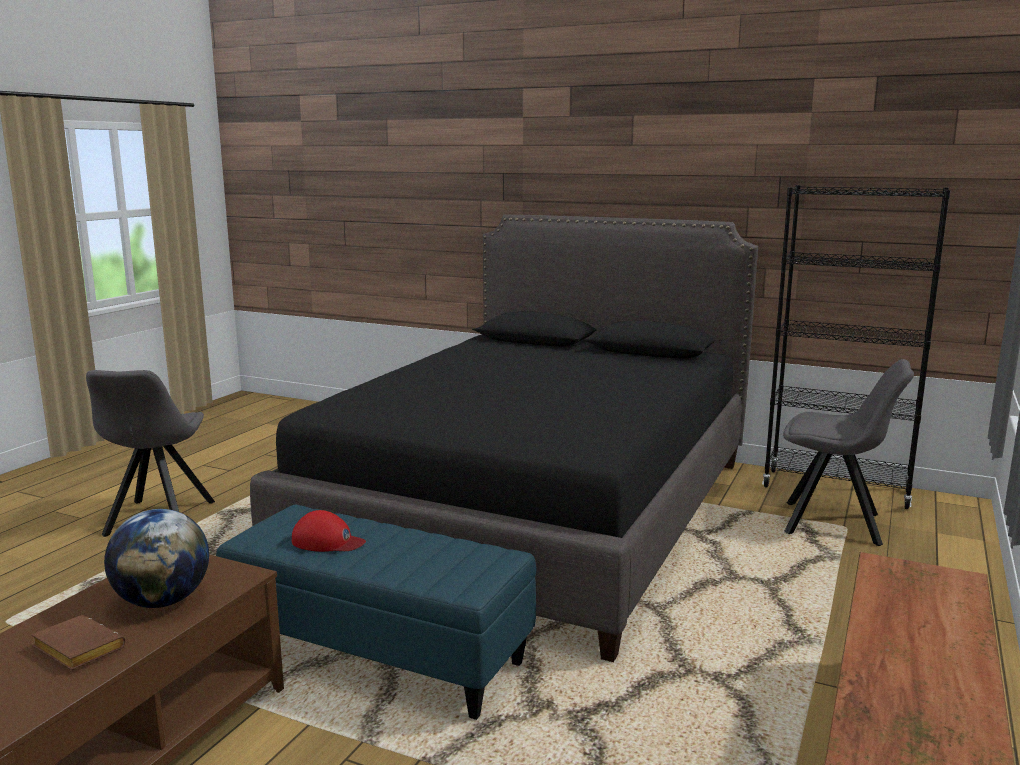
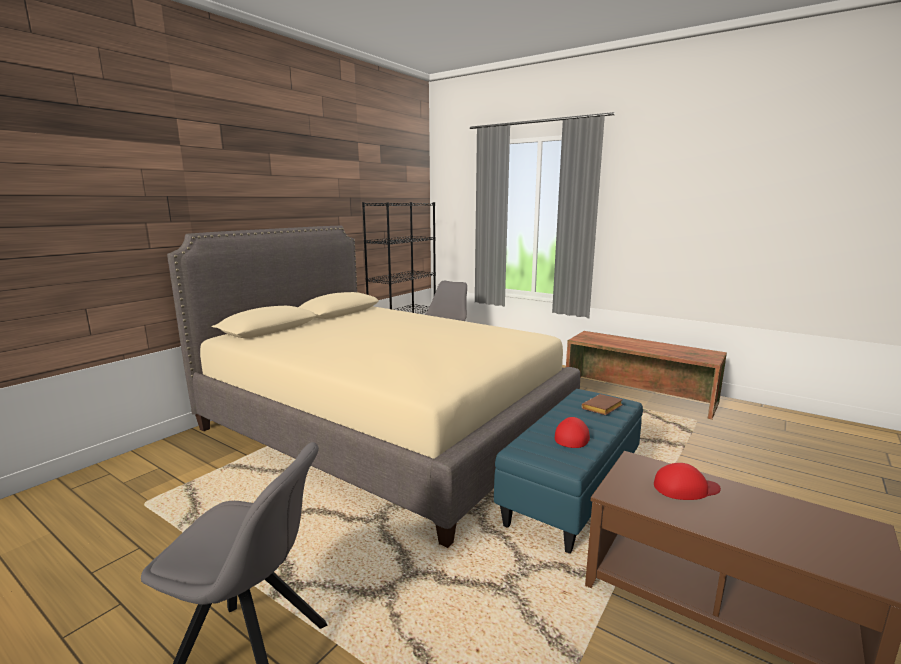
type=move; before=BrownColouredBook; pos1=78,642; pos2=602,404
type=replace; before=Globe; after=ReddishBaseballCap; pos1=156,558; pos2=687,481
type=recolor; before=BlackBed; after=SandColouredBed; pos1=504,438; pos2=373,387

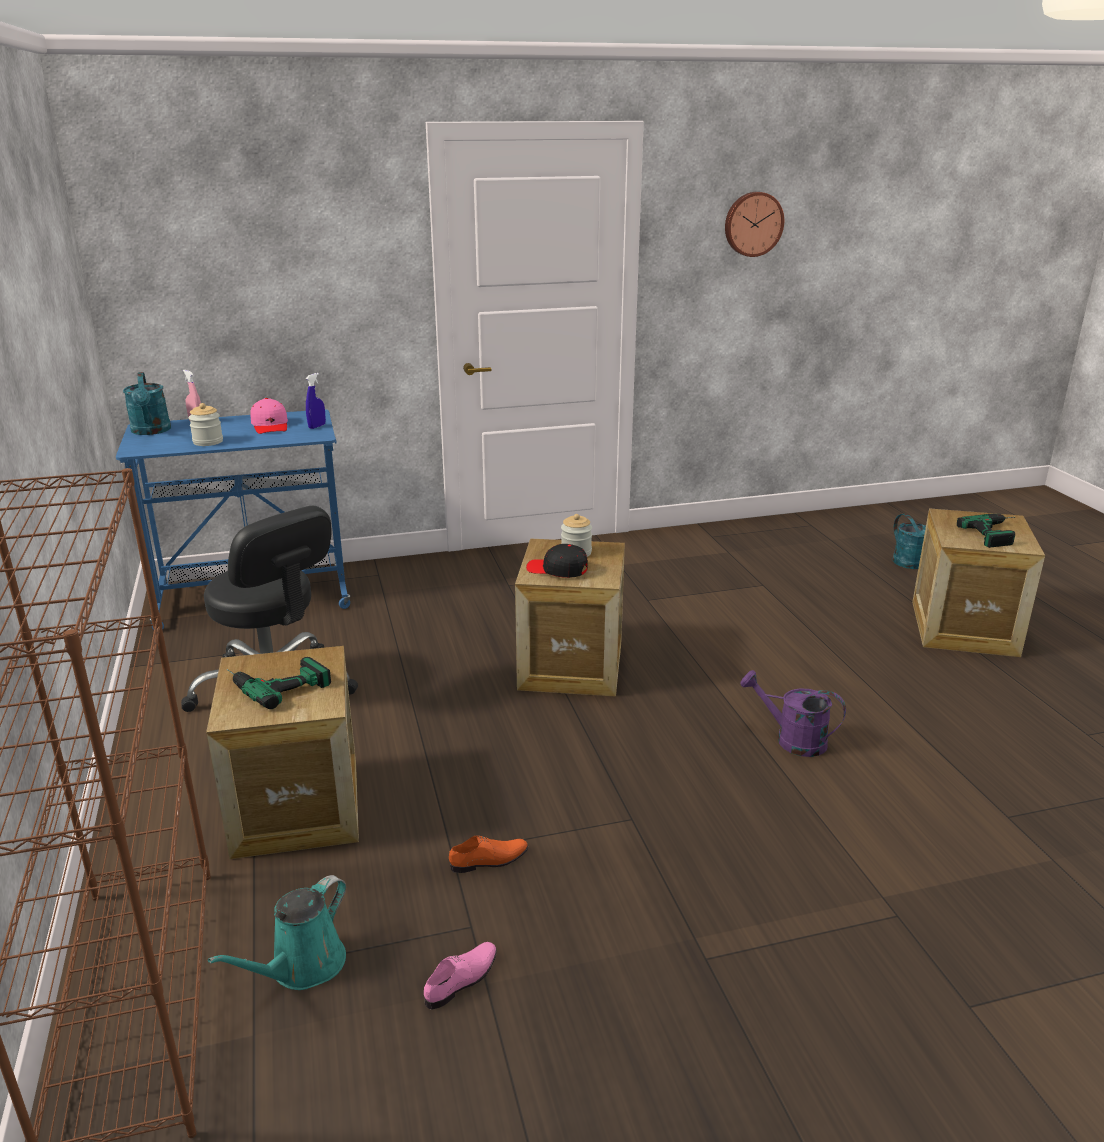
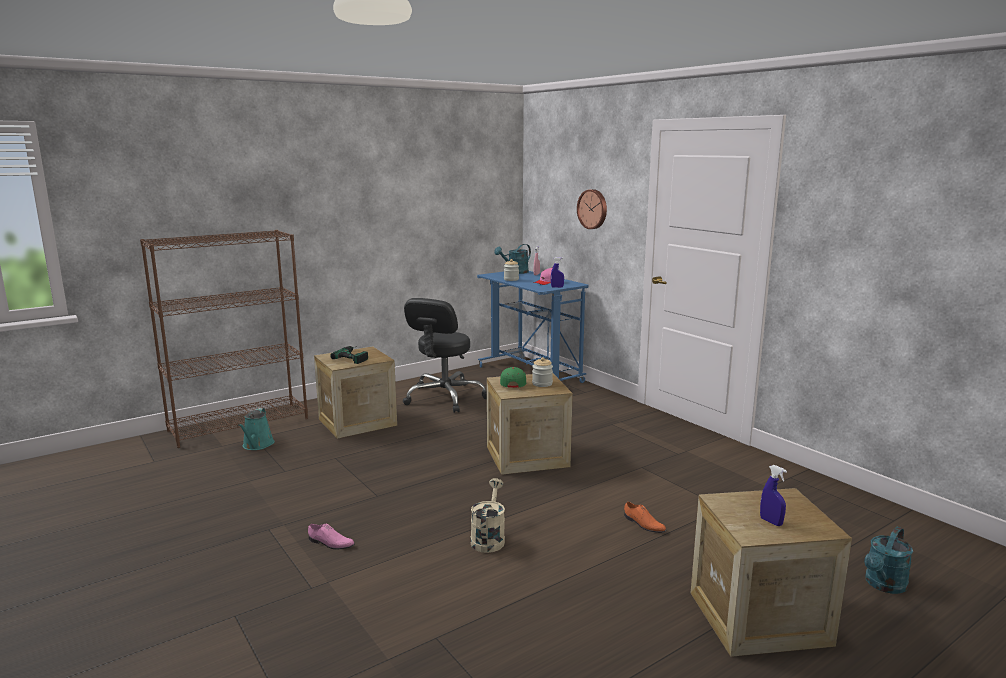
type=move; before=PinkishItemOfFootwear; pos1=460,976; pos2=331,536
type=move; before=OrangeItemOfFootwear; pos1=488,854; pos2=645,517
type=move; before=HangingClock; pos1=754,224; pos2=592,209
type=replace; before=Drill; after=BlueSprayer; pos1=986,531; pos2=773,495
type=recolor; before=BlackBaseballCap; after=GreenBaseballCap; pos1=557,561; pos2=513,377
type=recolor; before=PurplishSprinklingCan; after=SandColouredSprinklingCan; pos1=793,713; pos2=487,515
type=rotate; before=BlueGreenSprinklingCan; pos1=277,932; pos2=256,429; turn=-105

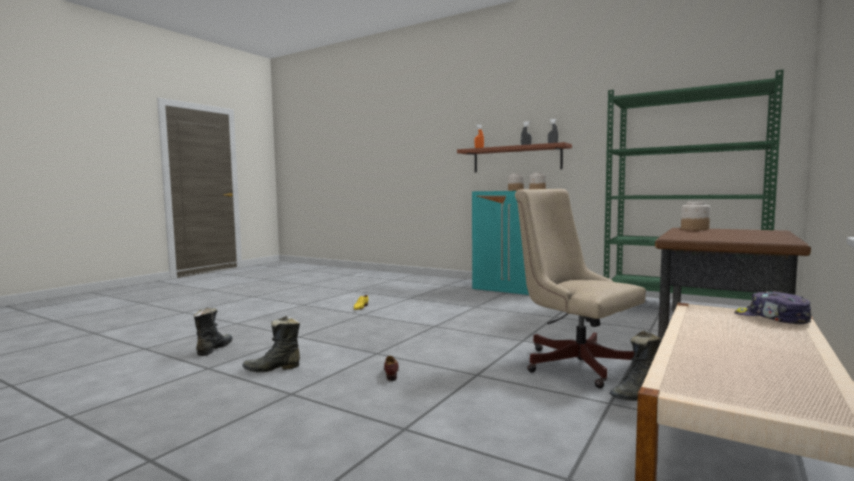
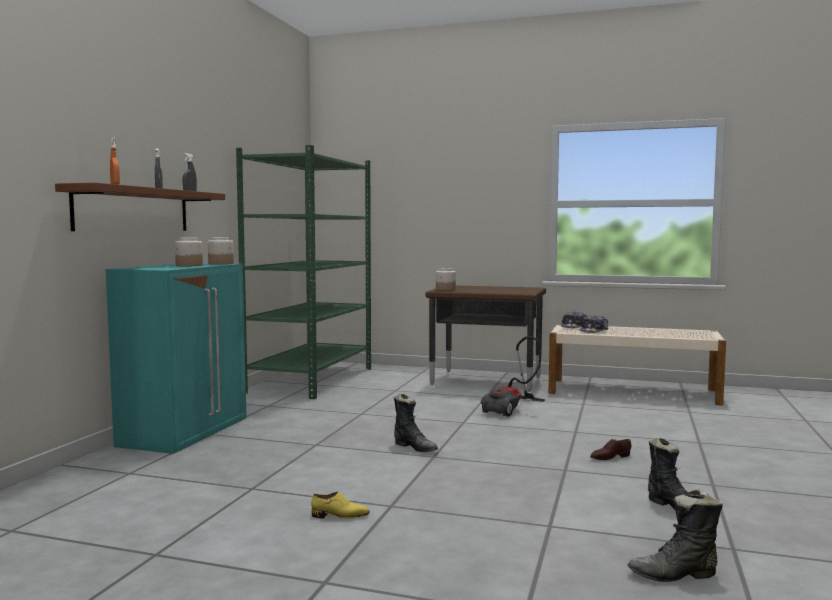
type=insert; after=BaseballCap; pos2=594,324
type=move; before=BlackBoot; pos1=634,365; pos2=415,423
type=replace; before=SandColouredOfficeChair; after=VacuumCleaner; pos1=580,288; pos2=513,376

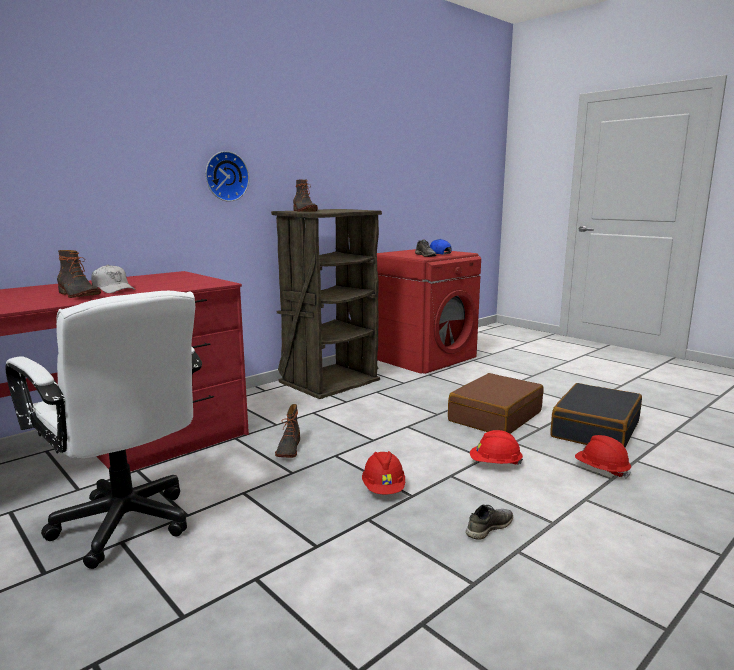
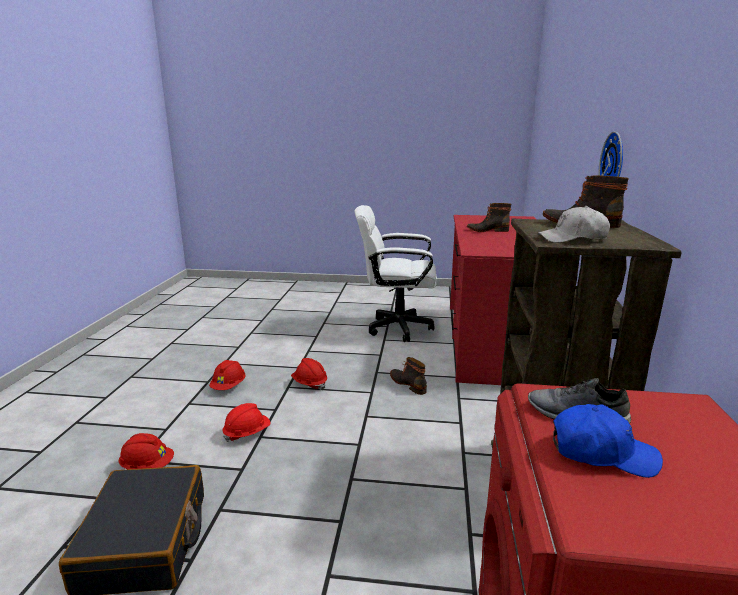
type=delete; before=BrownColouredPieceOfLuggage; pos1=495,403
type=move; before=WhiteBaseballCap; pos1=114,278; pos2=574,224
type=replace; before=GrayItemOfFootwear; after=ReddishWorkHelmet; pos1=489,522; pos2=227,375

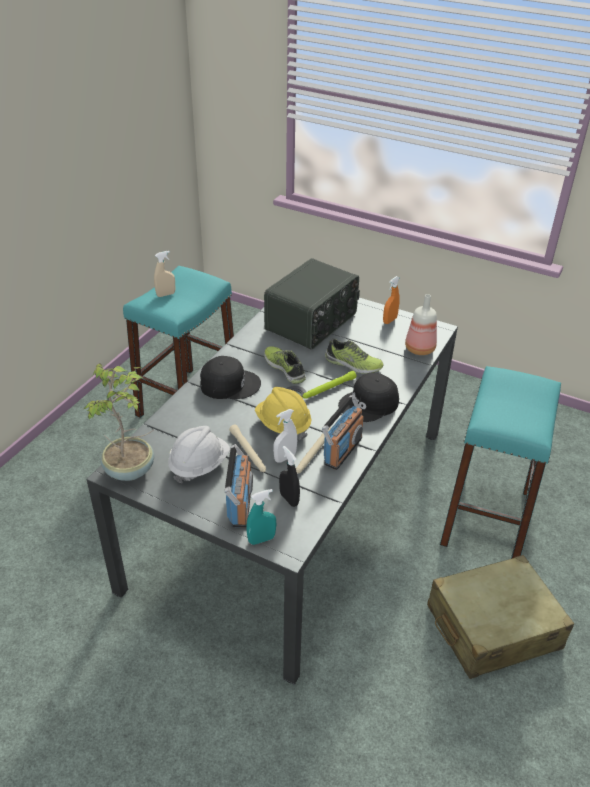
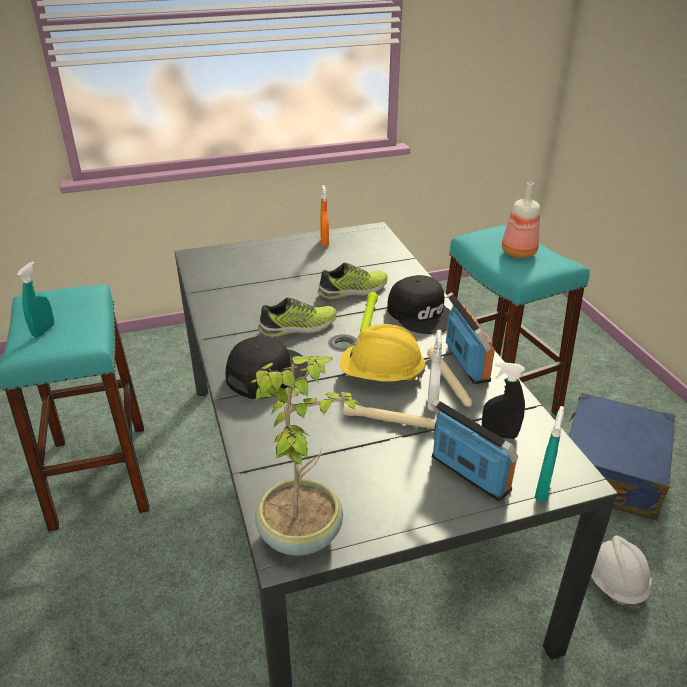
type=delete; before=RadioSet; pos1=312,304
type=move; before=WhiteWorkHelmet; pos1=199,455; pos2=621,573
type=move; before=Bottle; pos1=421,324; pos2=521,220
type=recolor; before=SandColouredSprayer; after=BlueGreenSprayer; pos1=164,274; pos2=35,299
type=recolor; before=SandColouredPieceOfLuggage; after=BluePieceOfLuggage; pos1=500,617; pos2=622,457
type=rotate; before=ItemOfFootwear; pos1=285,365; pos2=297,317; turn=150
type=rotate; before=BlackBaseballCap; pos1=368,397; pos2=419,304; turn=-45

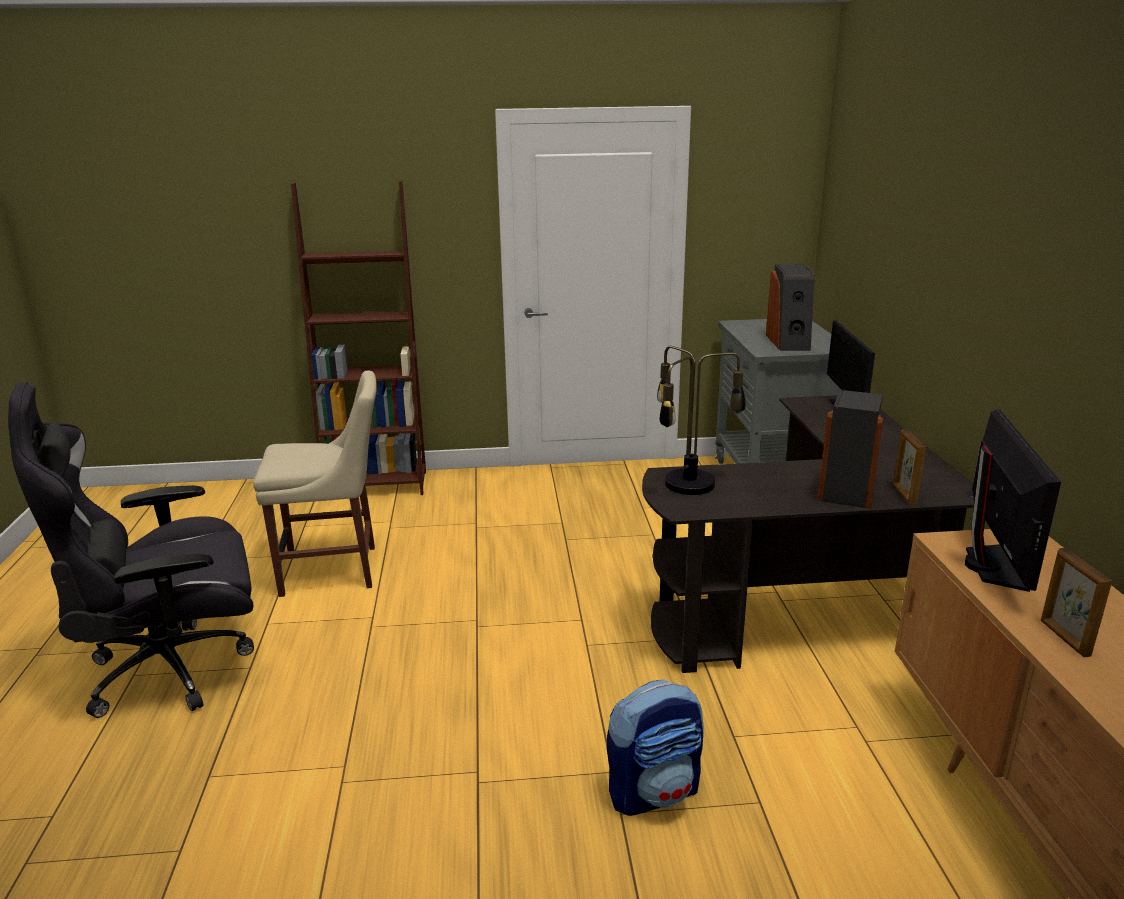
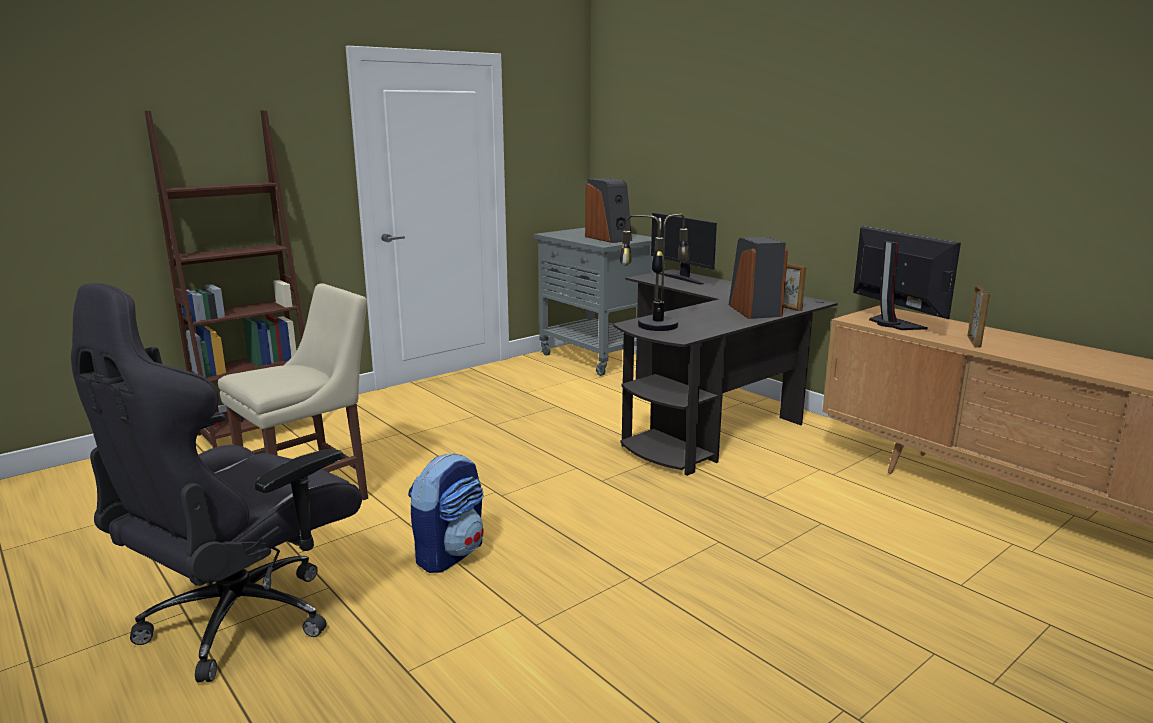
type=move; before=Knapsack; pos1=655,748; pos2=446,513
type=rotate; before=PictureFrame; pos1=1076,602; pos2=978,316; turn=-120

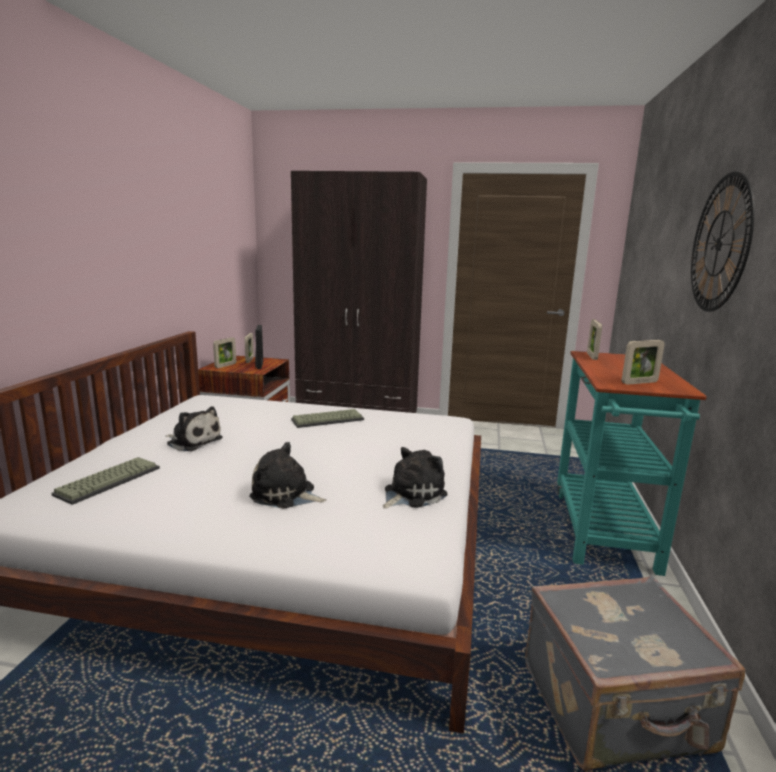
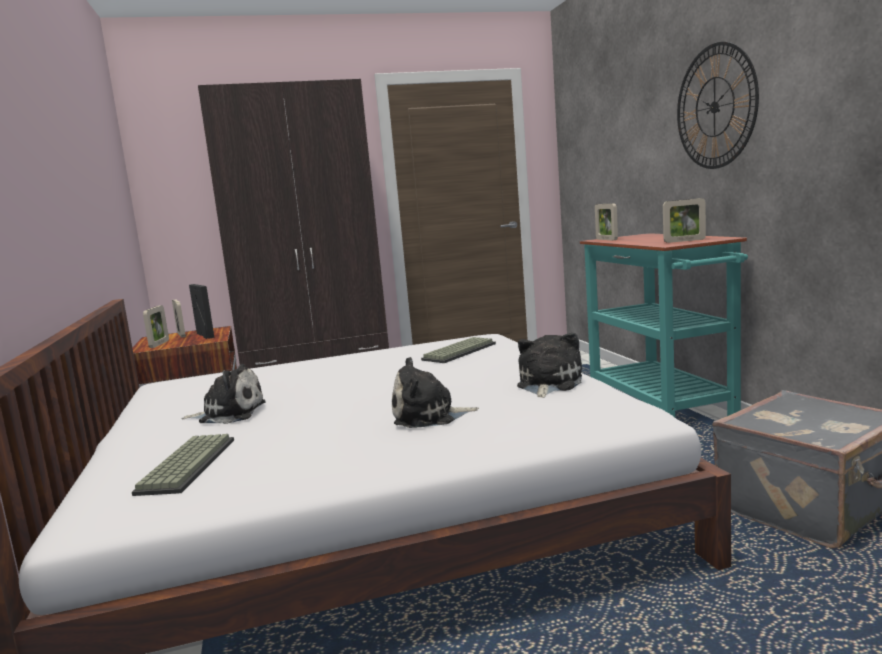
type=move; before=ComputerKeyboard; pos1=327,418; pos2=458,350
type=rotate; before=PictureFrame; pos1=643,362; pos2=684,220; turn=45

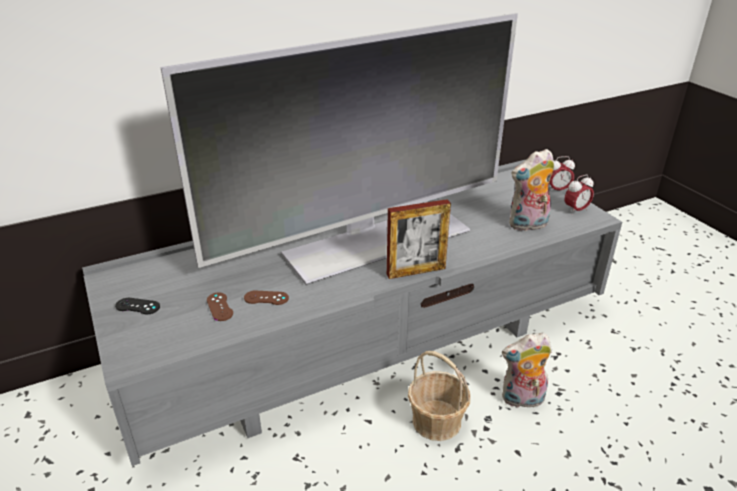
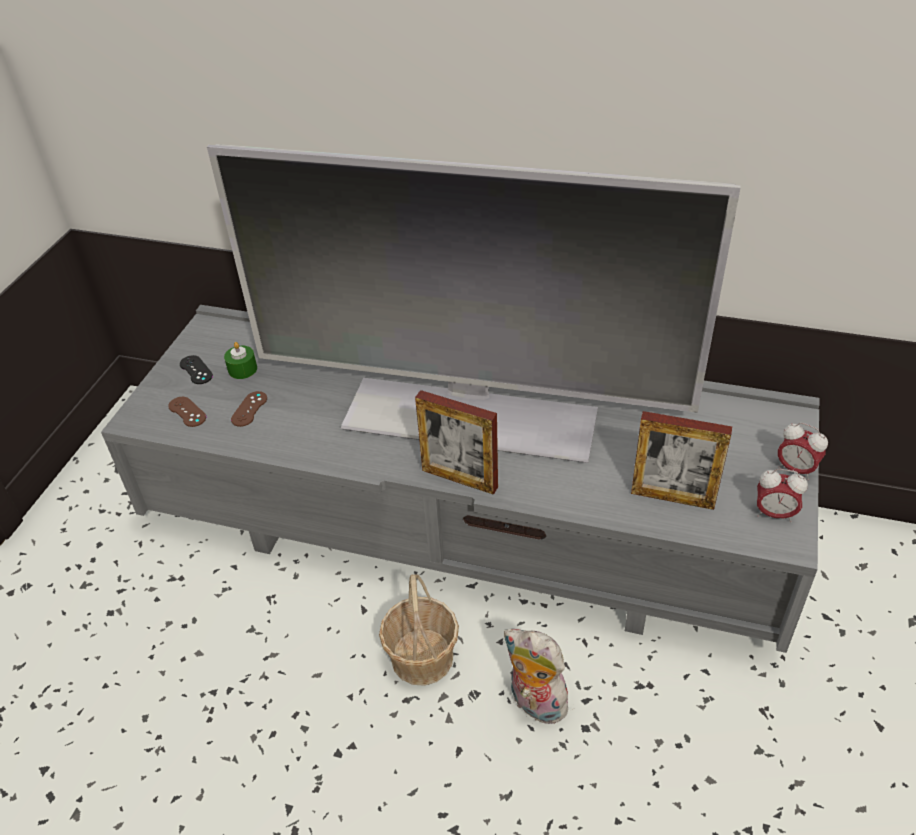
type=insert; after=GreenWaxLight; pos2=240,360
type=move; before=BrownColouredJoypad; pos1=266,298; pos2=187,412
type=replace; before=CuddlyToy; after=PictureFrame; pos1=531,190; pos2=681,460

